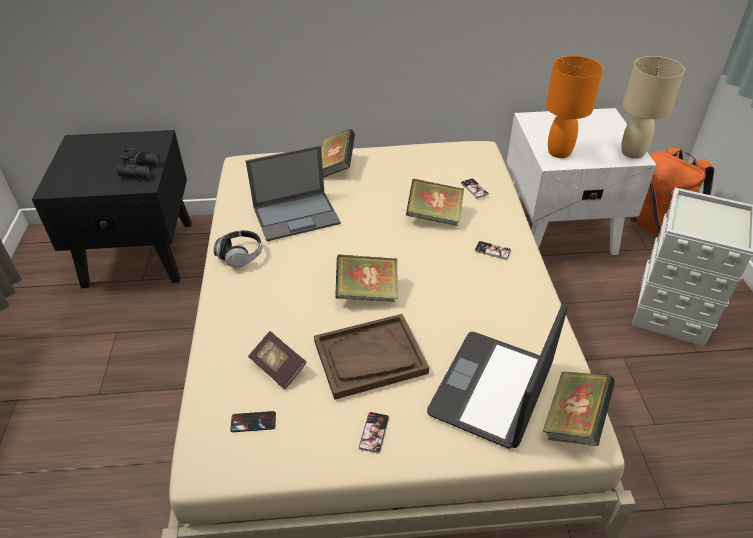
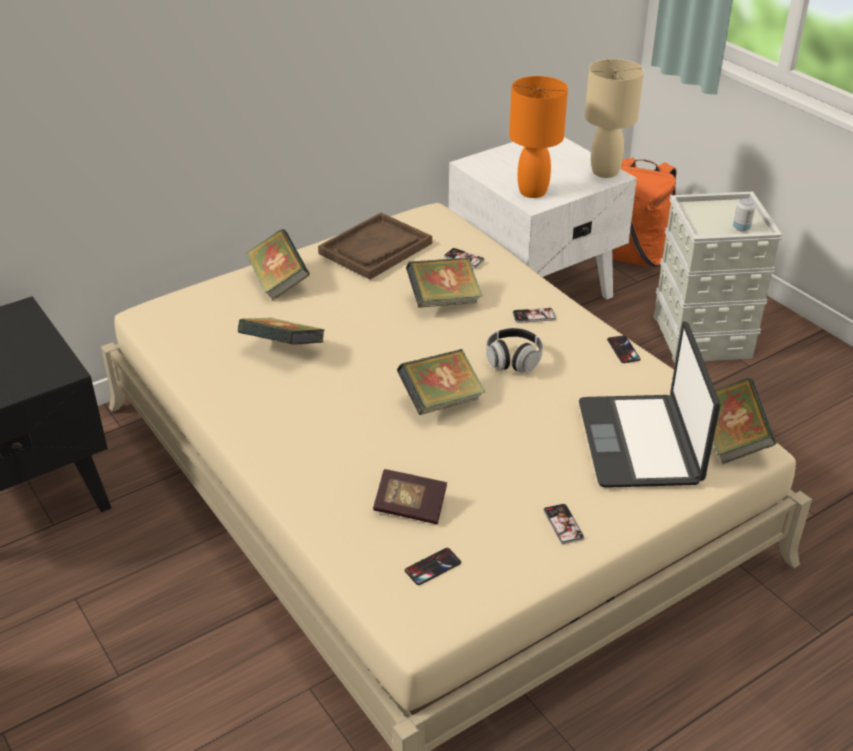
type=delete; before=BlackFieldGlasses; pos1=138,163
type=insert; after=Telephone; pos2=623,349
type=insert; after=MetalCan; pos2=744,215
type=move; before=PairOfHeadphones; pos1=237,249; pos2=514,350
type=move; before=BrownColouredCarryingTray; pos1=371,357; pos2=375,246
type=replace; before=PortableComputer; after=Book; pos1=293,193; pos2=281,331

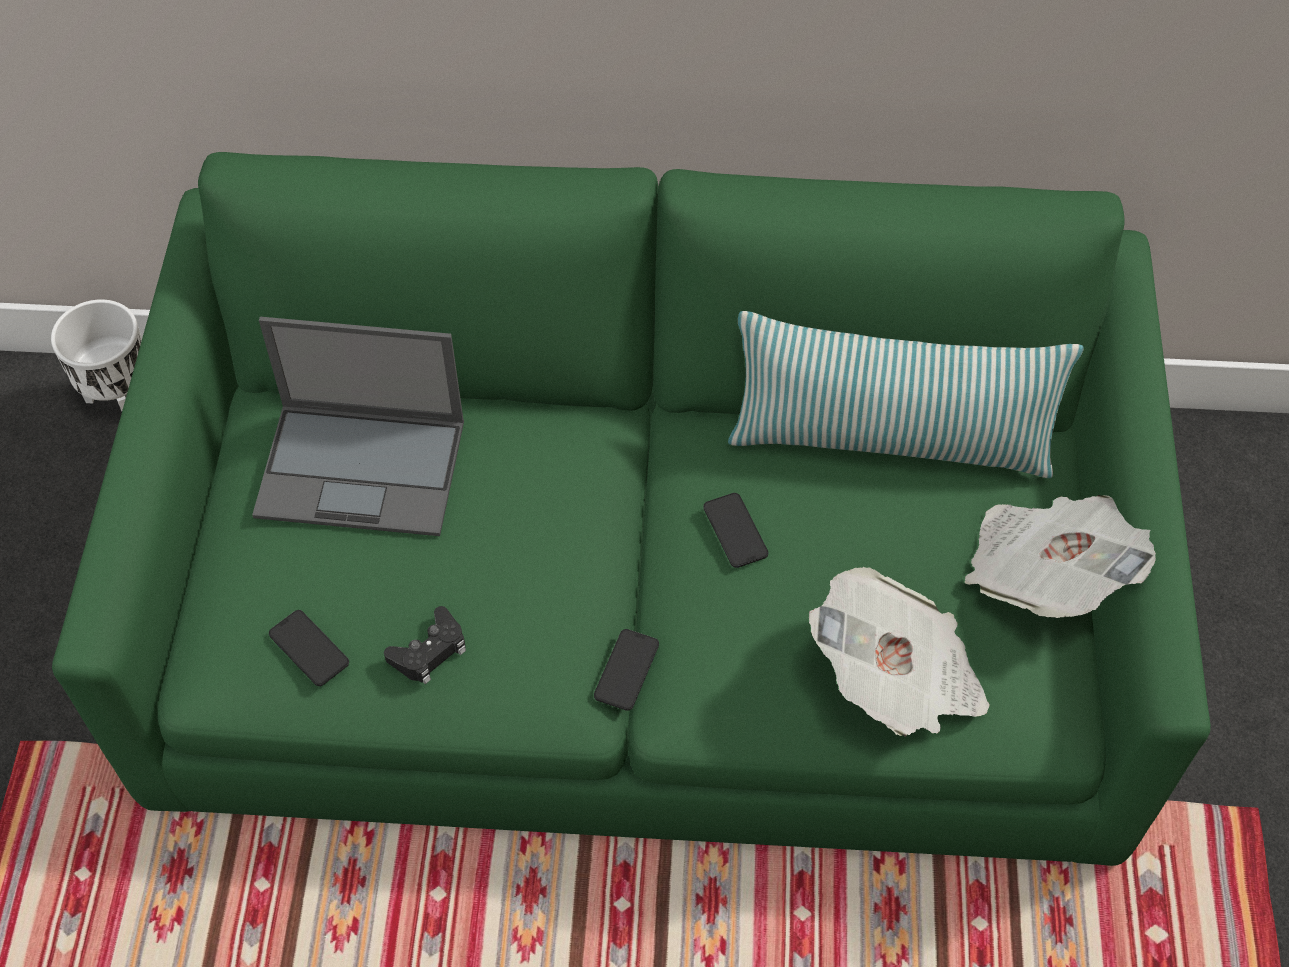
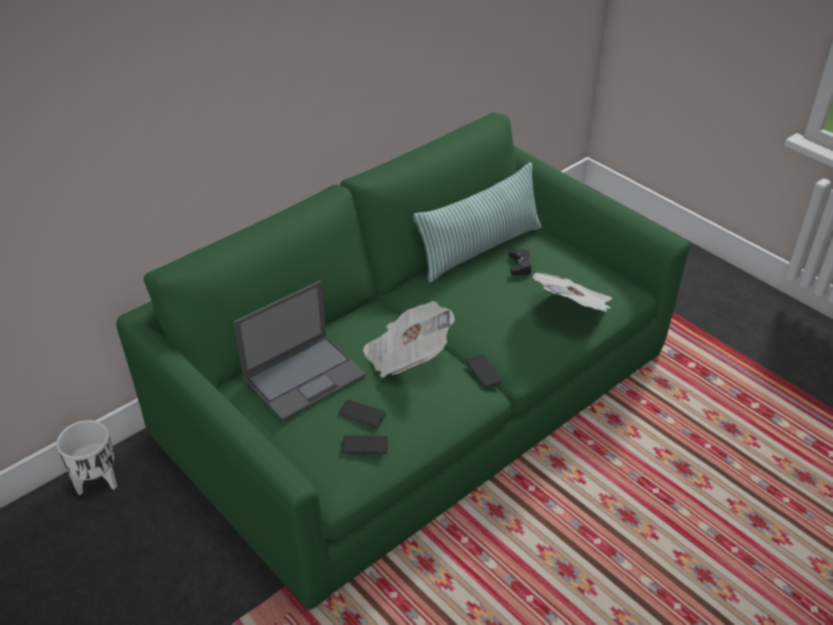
type=move; before=BlackJoypad; pos1=425,645; pos2=520,262
type=move; before=Telephone; pos1=735,530; pos2=362,413
type=move; before=PrintedPaper; pos1=1060,556; pos2=409,339

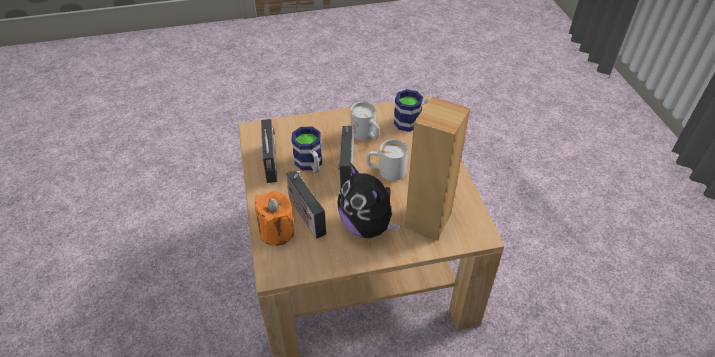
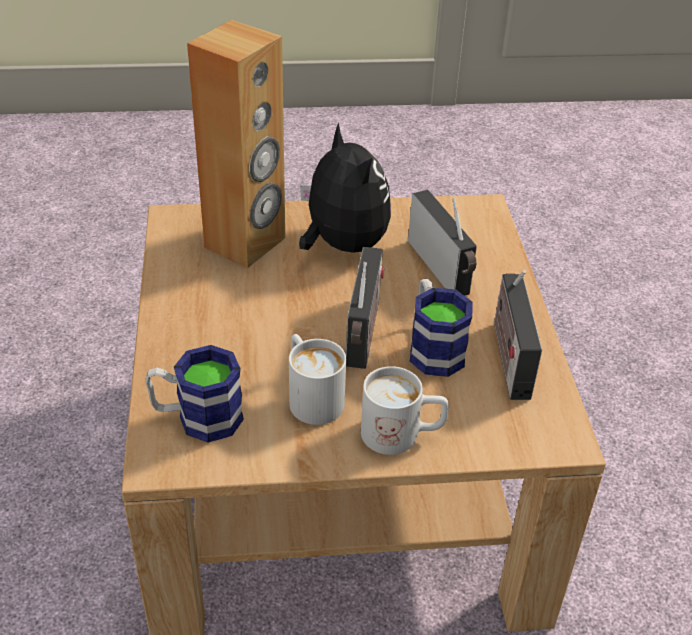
type=delete; before=OrangeWaxLight; pos1=274,218
type=move; before=WhiteTeaMug; pos1=387,160; pos2=405,410

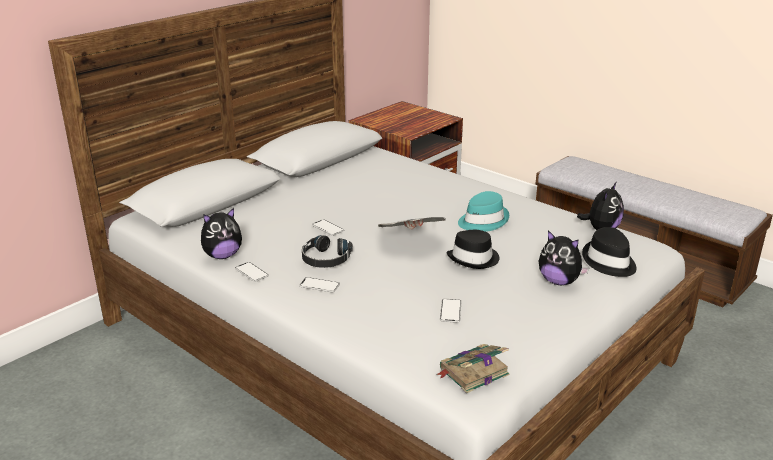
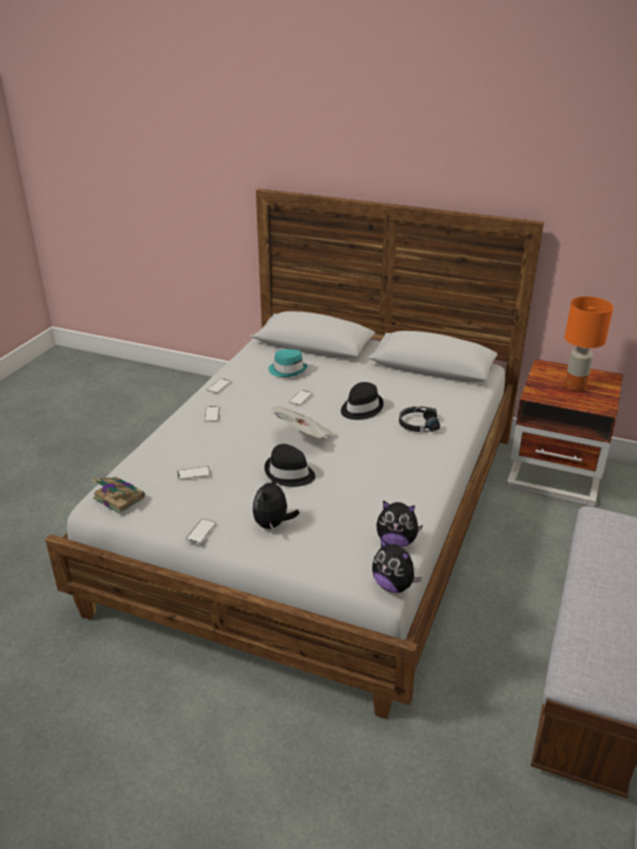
type=insert; after=Telephone; pos2=201,531
type=insert; after=OrangeLampForATable; pos2=589,343
type=move; before=CuddlyToy; pos1=221,233; pos2=397,565
type=move; before=BlackPairOfHeadphones; pos1=327,251; pos2=419,419
type=move; before=BlueGreenWearableHat; pos1=483,211; pos2=288,363
type=move; before=BlackWearableHat; pos1=609,252; pos2=362,401

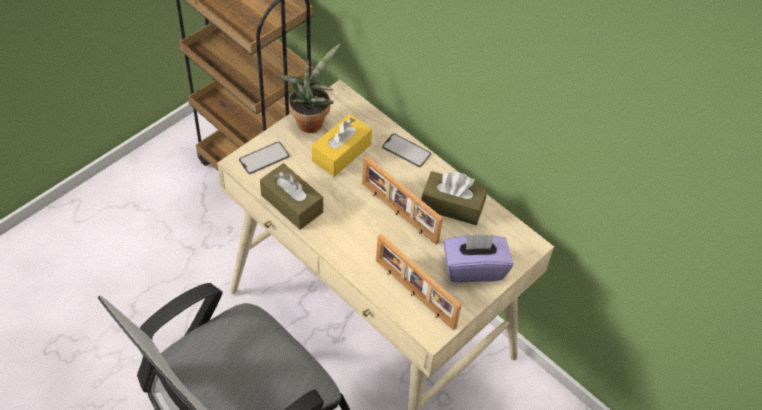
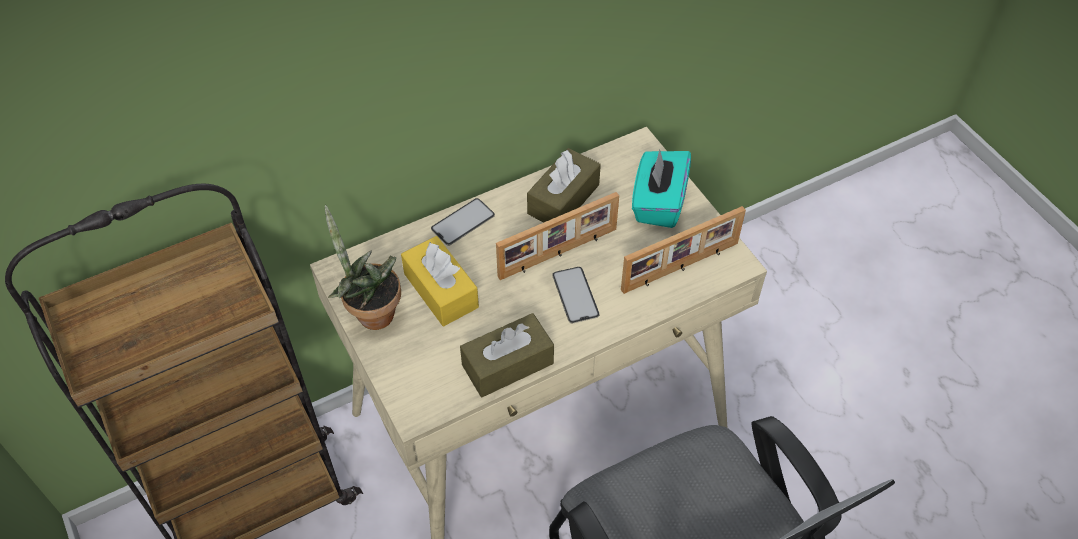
type=move; before=Telephone; pos1=264,158; pos2=576,295
type=recolor; before=PurplishBoxOfTissues; after=BlueGreenBoxOfTissues; pos1=478,258; pos2=661,189

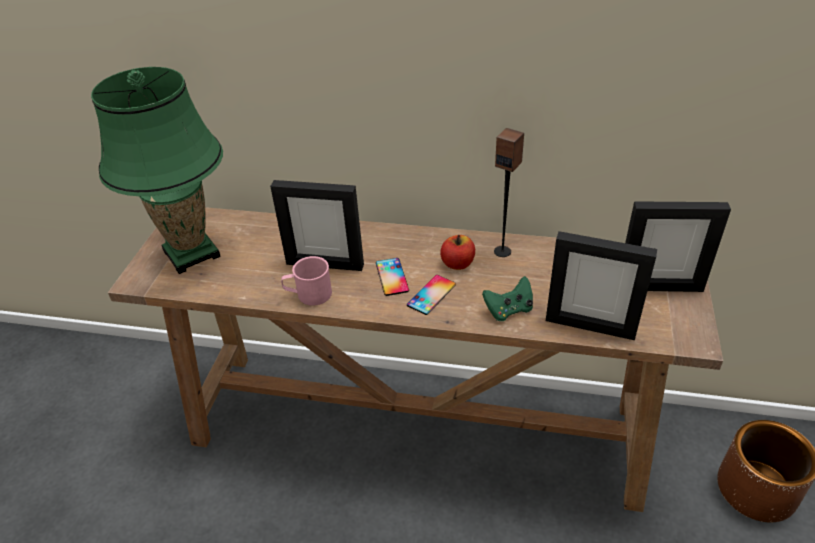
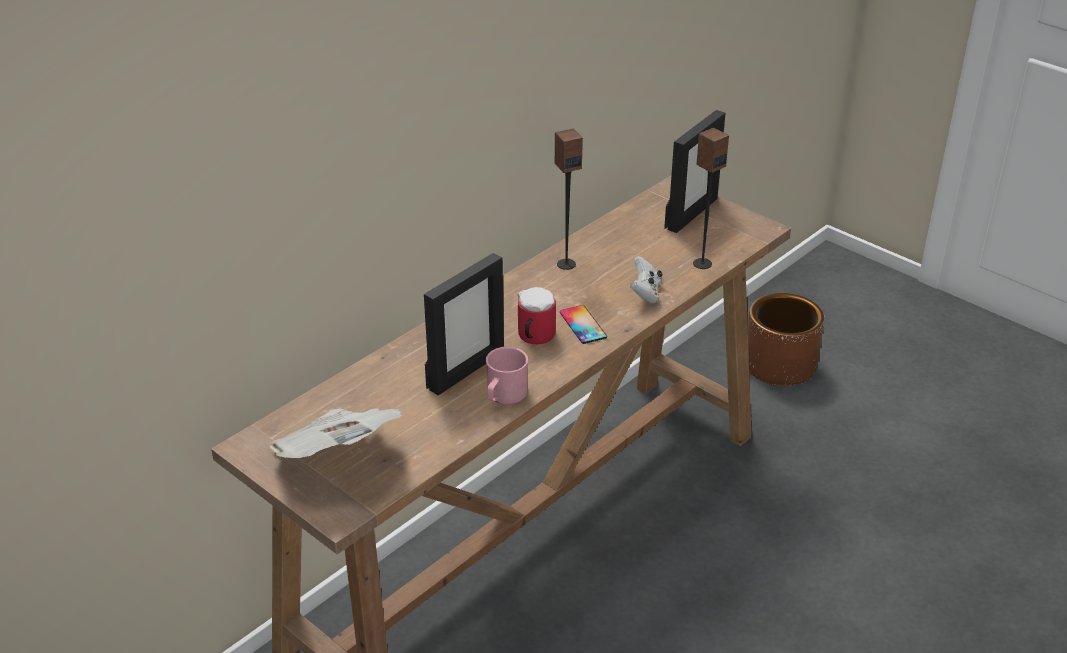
type=delete; before=Apple; pos1=457,252
type=replace; before=GreenLampForATable; after=PrintedPaper; pos1=157,170; pos2=336,433
type=replace; before=Telephone; after=TeaMug; pos1=392,277; pos2=537,315
type=replace; before=PictureFrame; after=Speaker; pos1=601,285; pos2=711,198
type=recolor; before=GreenJoypad; after=WhiteJoypad; pos1=507,298; pos2=646,280

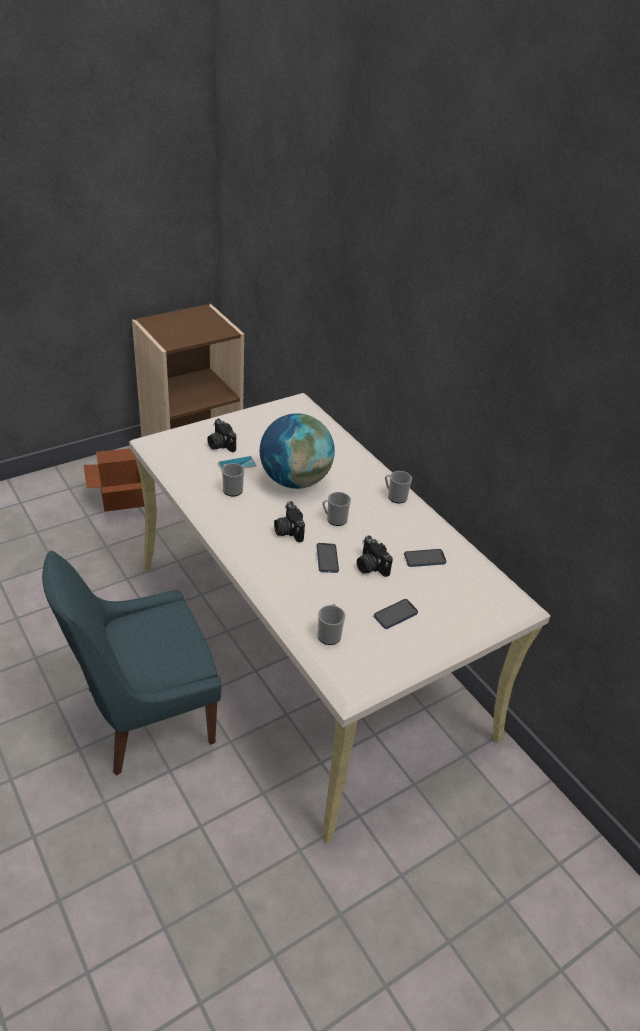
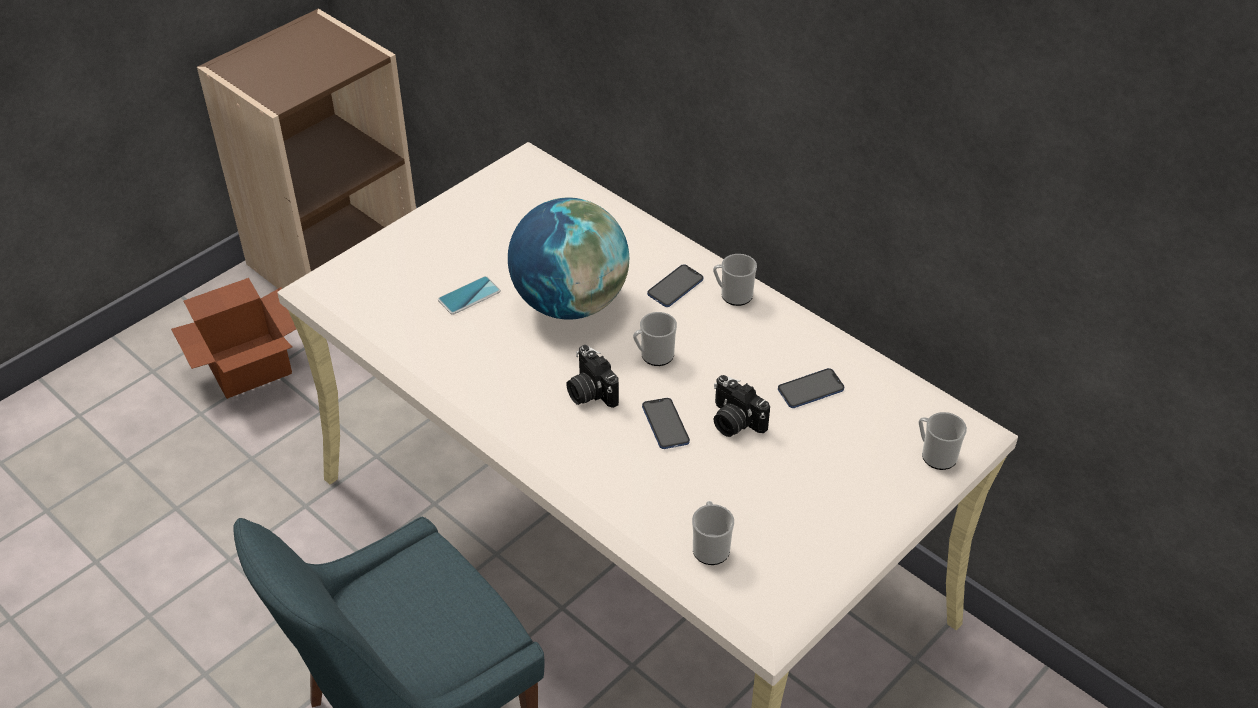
type=delete; before=StillCamera; pos1=221,435
type=move; before=TeaMug; pos1=233,480; pos2=943,441
type=move; before=Telephone; pos1=396,614; pos2=675,285

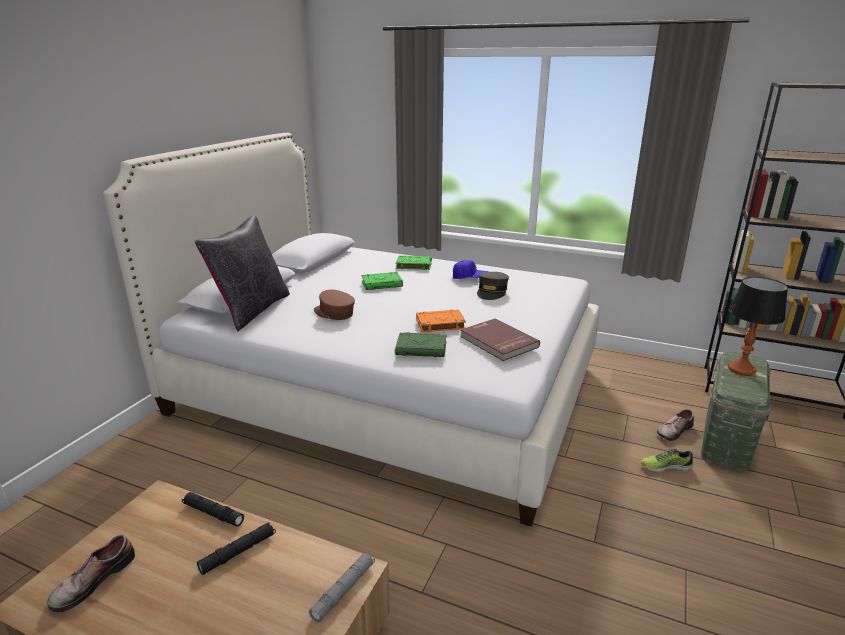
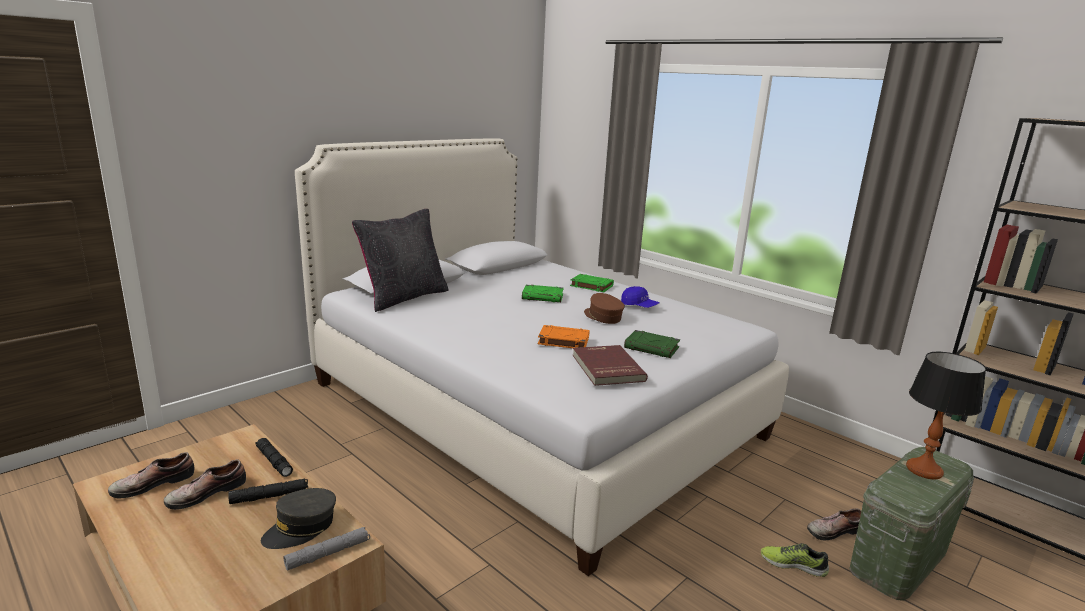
type=insert; after=ItemOfFootwear; pos2=205,484
type=move; before=BrownColouredBaseballCap; pos1=334,305; pos2=604,308
type=move; before=GreenBook; pos1=421,344; pos2=652,344
type=move; before=GrayBaseballCap; pos1=493,286; pos2=298,518

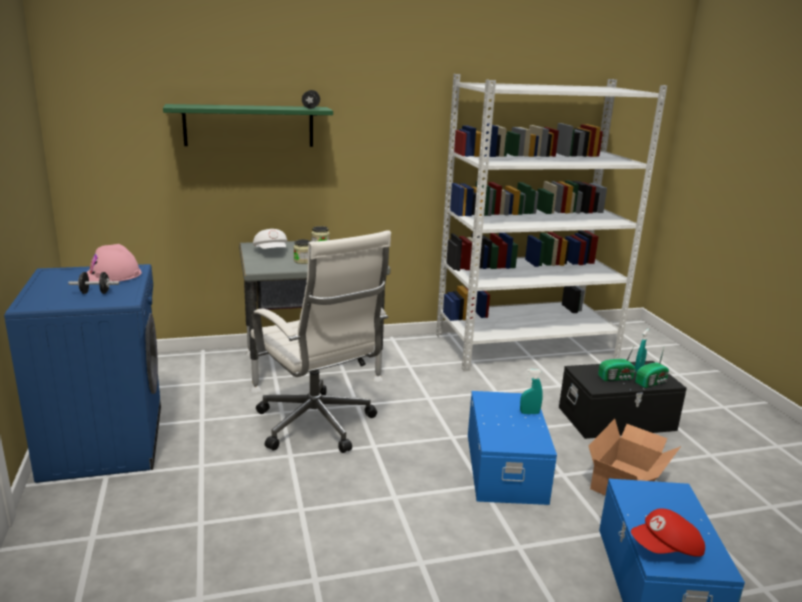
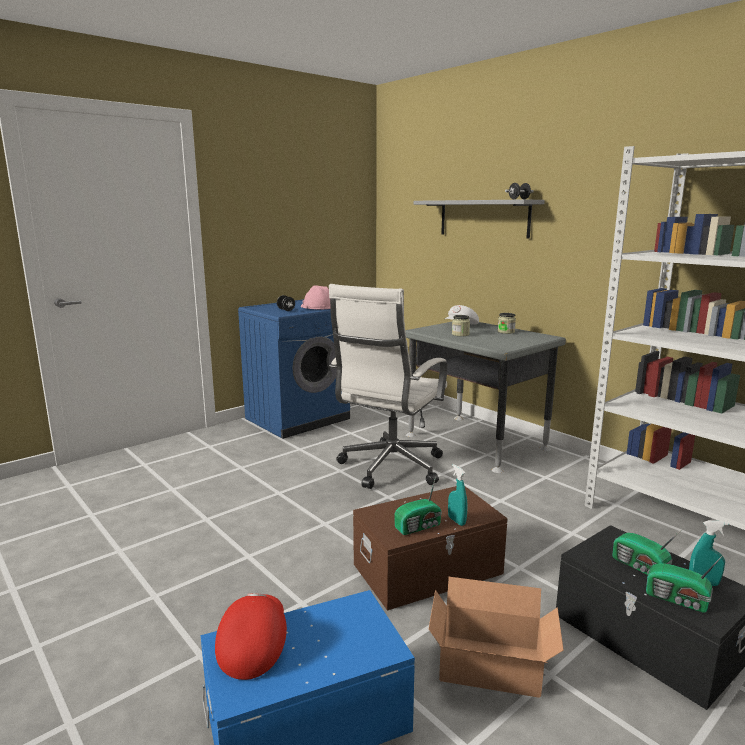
type=insert; after=RadioSet; pos2=418,506
type=recolor; before=GreenWallShelf; after=GrayWallShelf; pos1=248,125; pos2=479,219
type=recolor; before=BlueStorageContainer; after=BrownColouredStorageContainer; pos1=512,448; pos2=430,548
type=rotate; before=ReddishBaseballCap; pos1=668,532; pos2=251,636; turn=45

